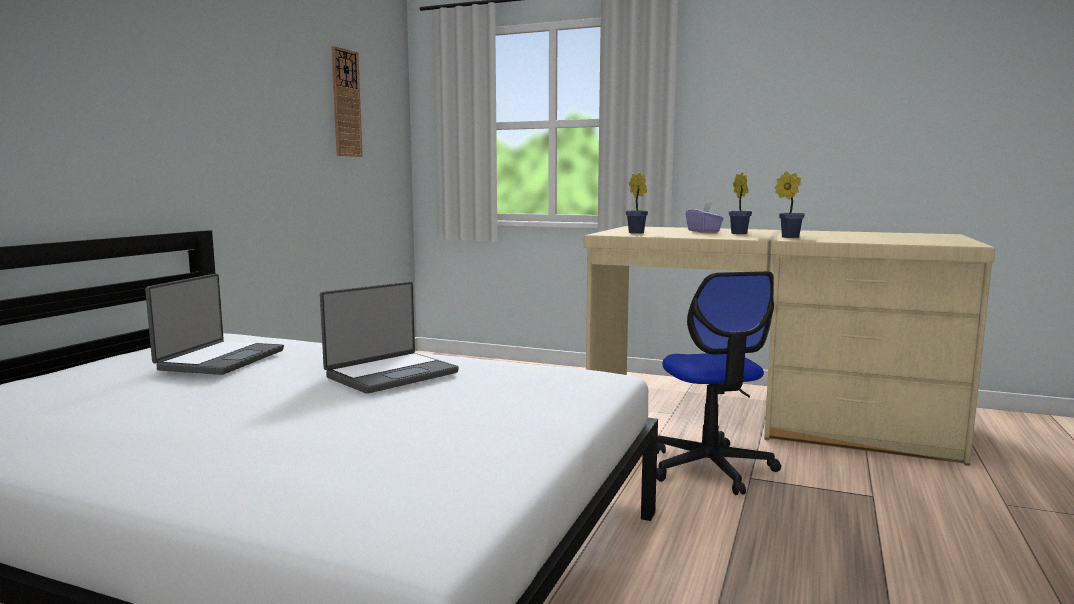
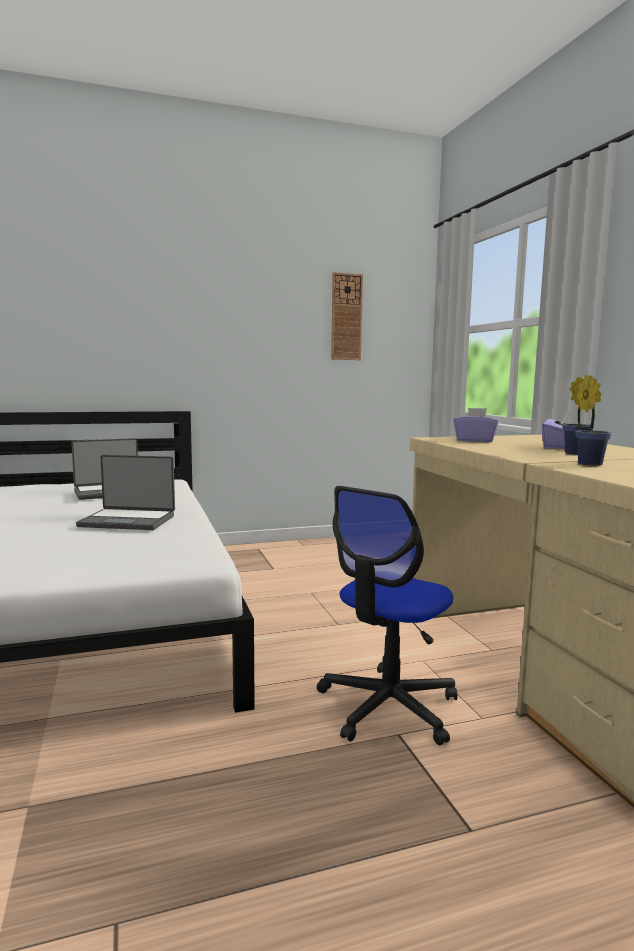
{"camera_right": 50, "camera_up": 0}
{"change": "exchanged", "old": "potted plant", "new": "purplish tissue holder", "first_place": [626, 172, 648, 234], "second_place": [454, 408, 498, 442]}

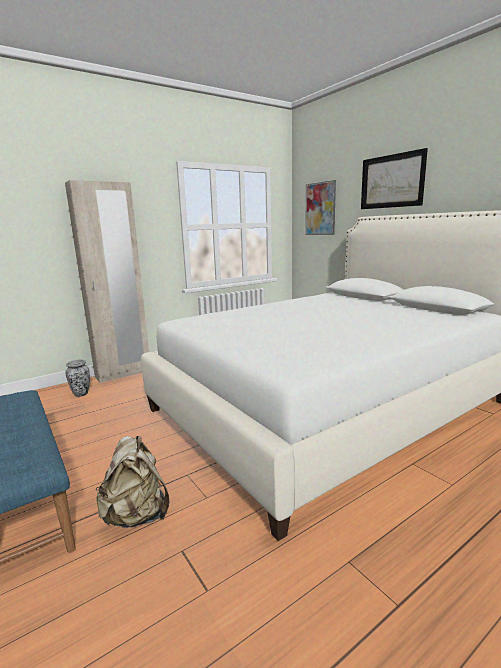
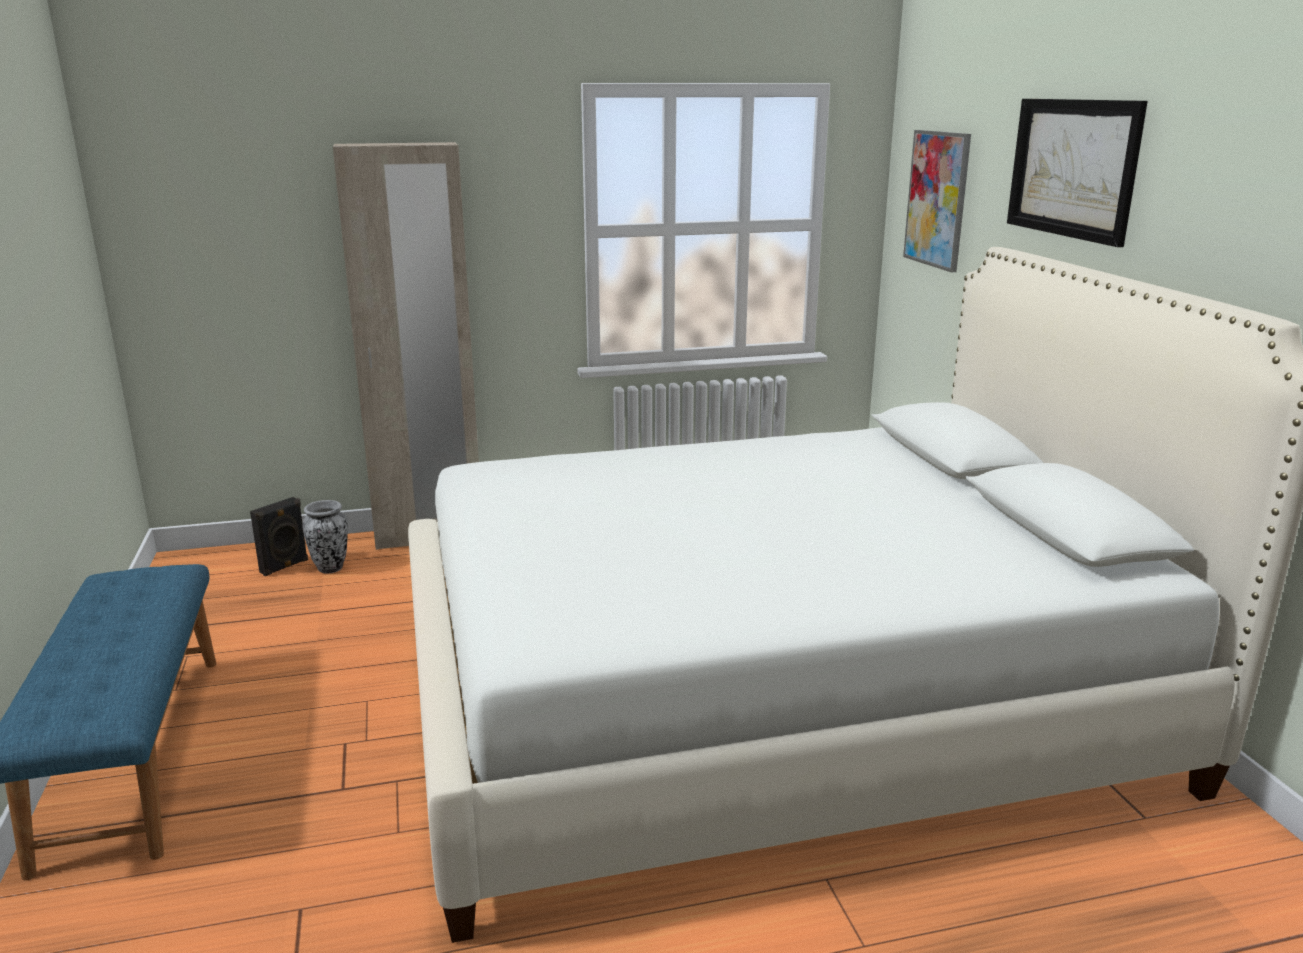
{"camera_right": 20, "camera_up": 5}
{"change": "missing", "old": "beige rucksack", "first_place": [96, 436, 169, 528]}
{"change": "appeared", "new": "black-coloured speaker", "second_place": [250, 497, 308, 576]}

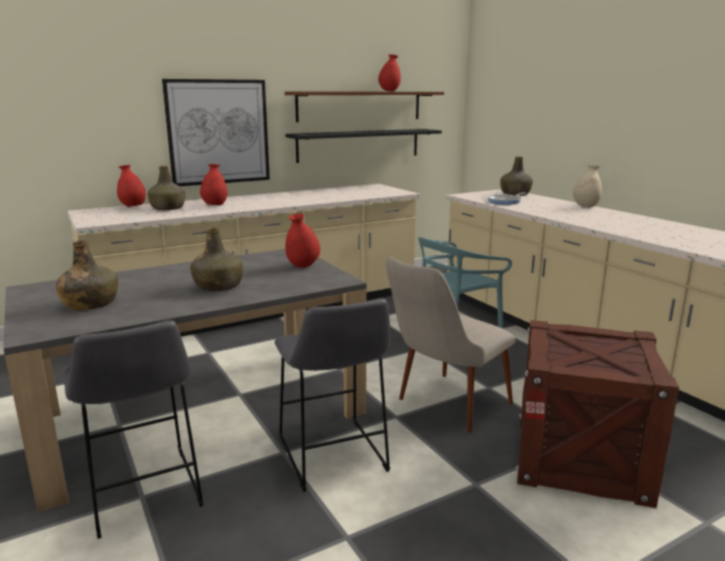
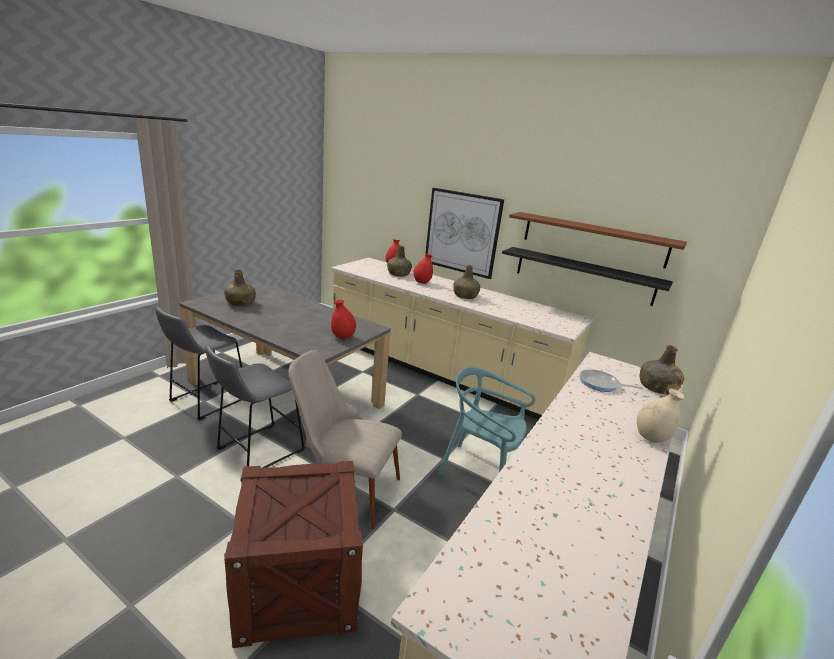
{"camera_right": 60, "camera_up": 5}
{"change": "missing", "old": "reddish flower vase", "first_place": [378, 54, 401, 91]}
{"change": "relocated", "old": "green bottle", "first_place": [190, 227, 243, 291], "second_place": [453, 265, 480, 299]}

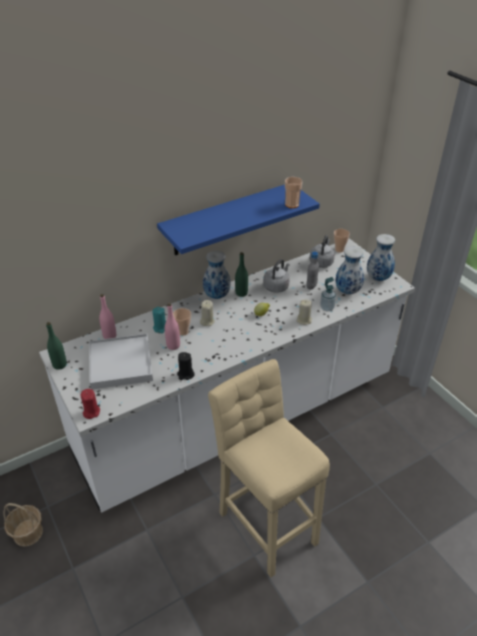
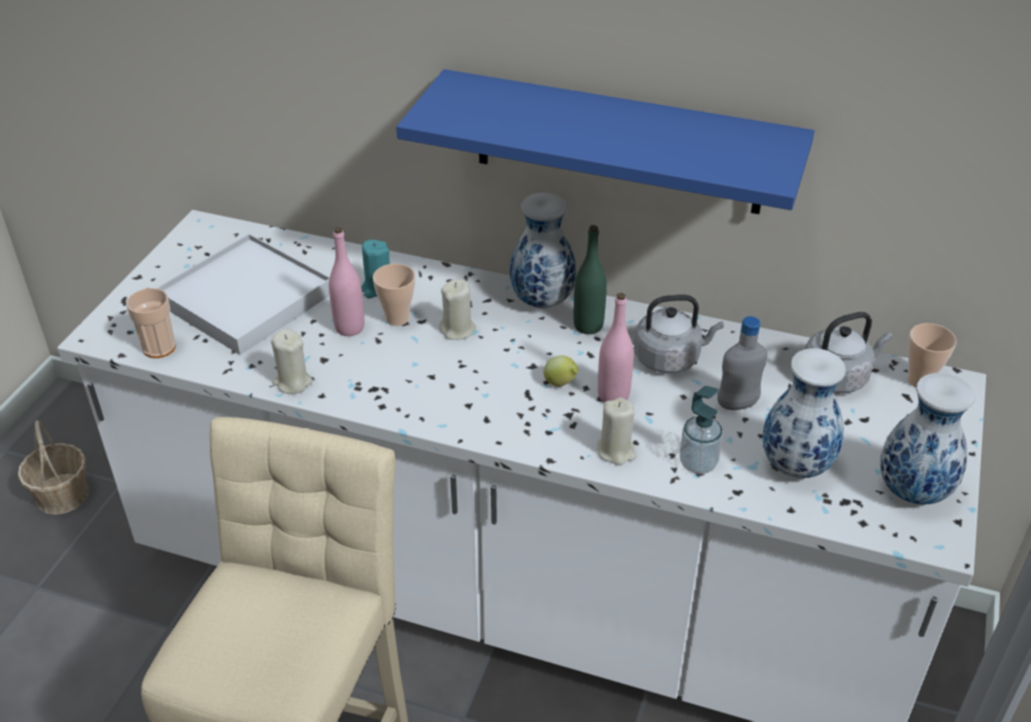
{"camera_right": 50, "camera_up": 0}
{"change": "missing", "old": "green bottle", "first_place": [46, 322, 67, 370]}
{"change": "missing", "old": "reddish wax candle", "first_place": [81, 389, 100, 419]}
{"change": "relocated", "old": "pink-coloured bottle", "first_place": [99, 294, 116, 339], "second_place": [598, 293, 634, 403]}
{"change": "relocated", "old": "small cup", "first_place": [285, 177, 302, 208], "second_place": [126, 288, 176, 358]}
{"change": "colour", "old": "black-coloured wax candle", "new": "beige wax candle", "first_place": [177, 352, 195, 380], "second_place": [271, 329, 313, 394]}

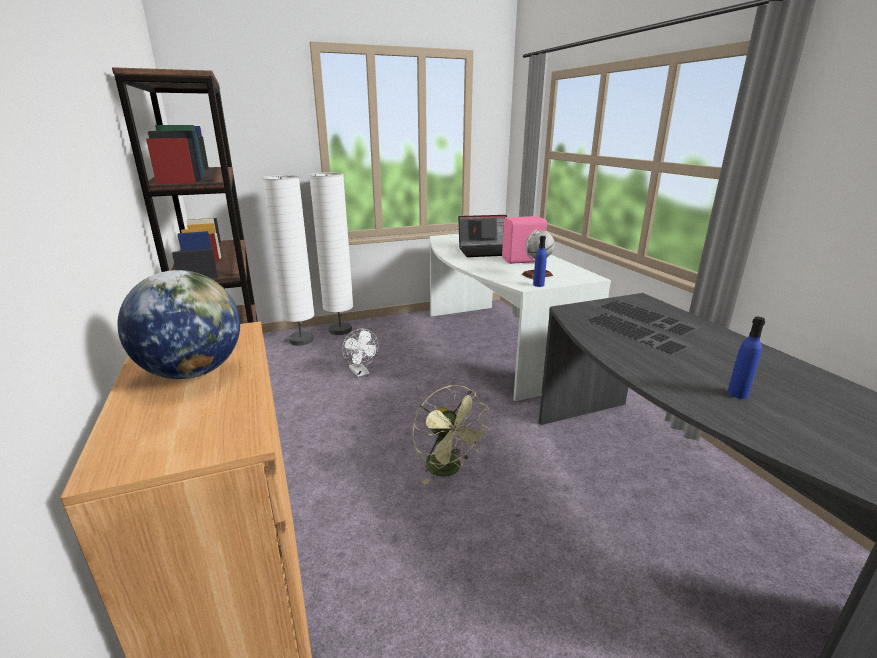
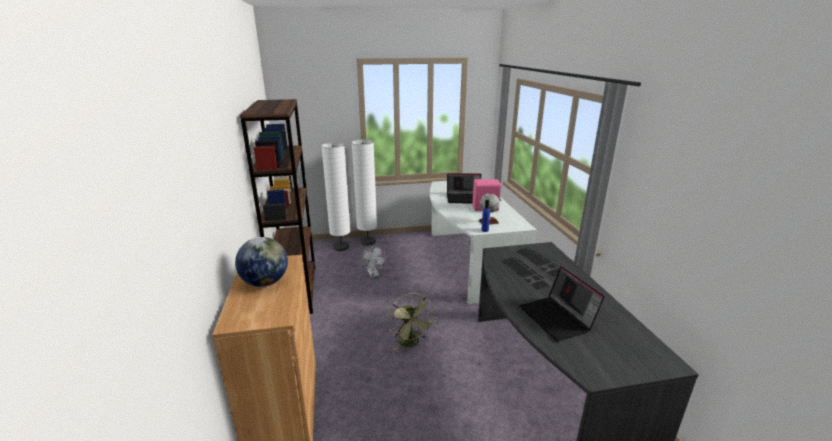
{"camera_right": 10, "camera_up": 0}
{"change": "exchanged", "old": "bluish bottle", "new": "portable computer", "first_place": [727, 317, 765, 399], "second_place": [519, 266, 605, 341]}

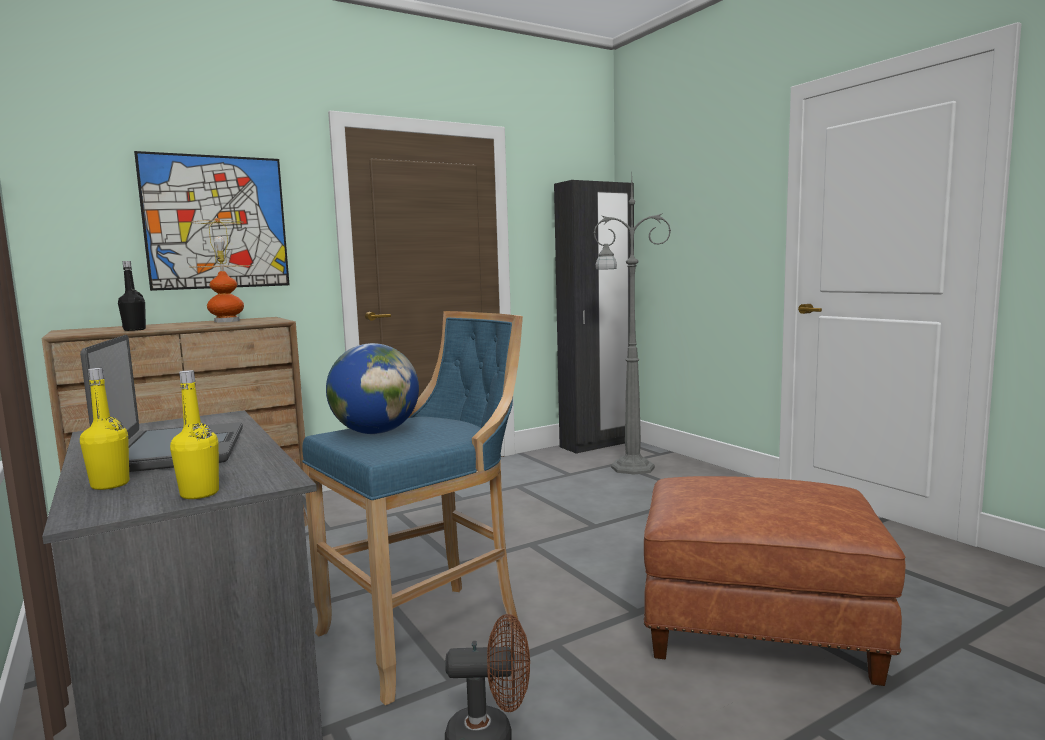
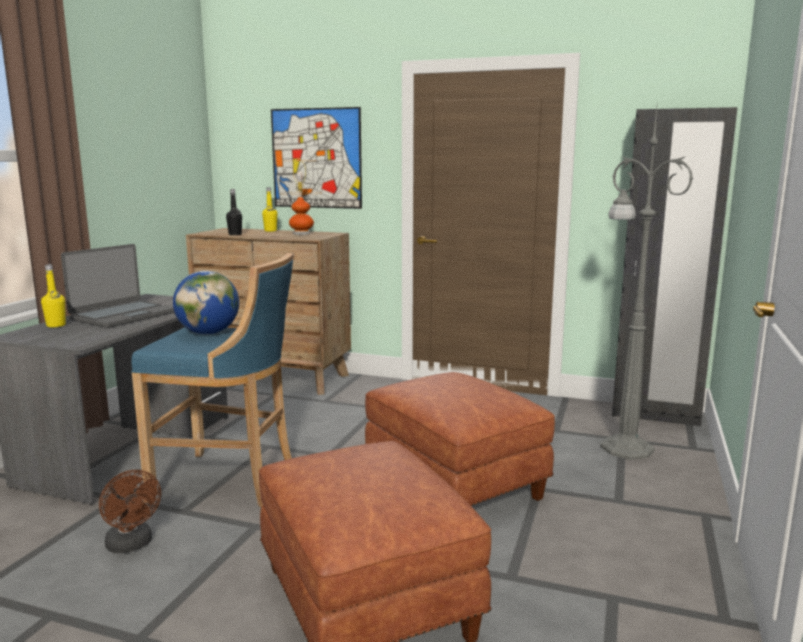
{"camera_right": 50, "camera_up": 5}
{"change": "appeared", "new": "brown-coloured ottoman", "second_place": [365, 372, 555, 506]}
{"change": "relocated", "old": "yellow bottle", "first_place": [170, 370, 219, 499], "second_place": [262, 187, 277, 232]}

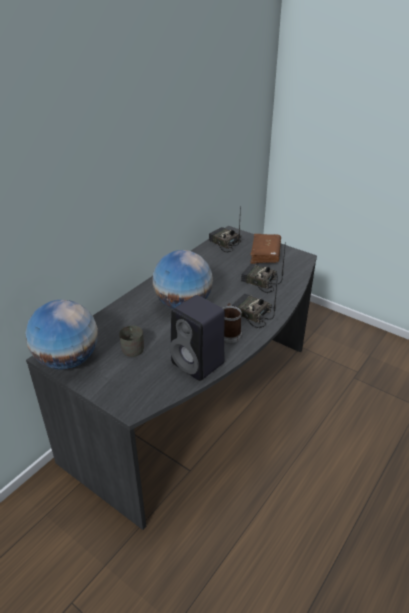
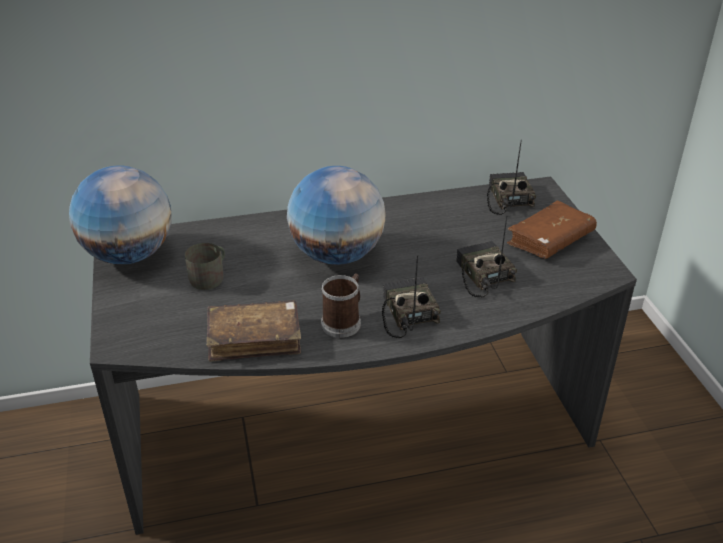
{"camera_right": 40, "camera_up": 0}
{"change": "exchanged", "old": "black-coloured speaker", "new": "brown-coloured bound book", "first_place": [170, 295, 225, 381], "second_place": [207, 300, 301, 362]}

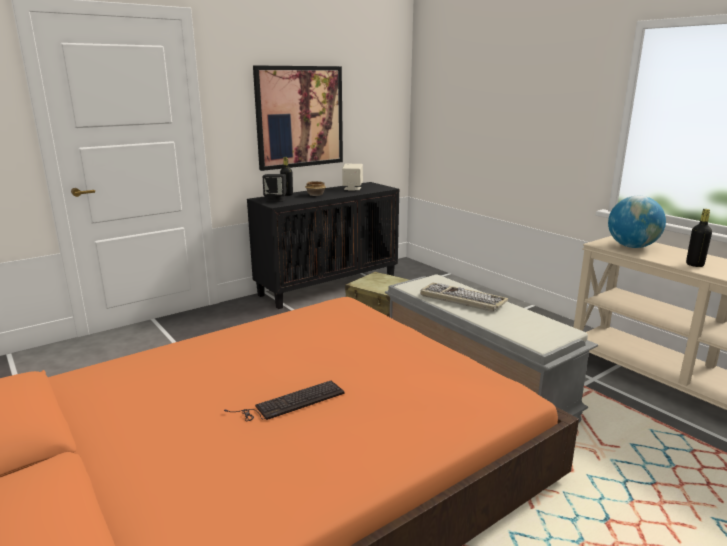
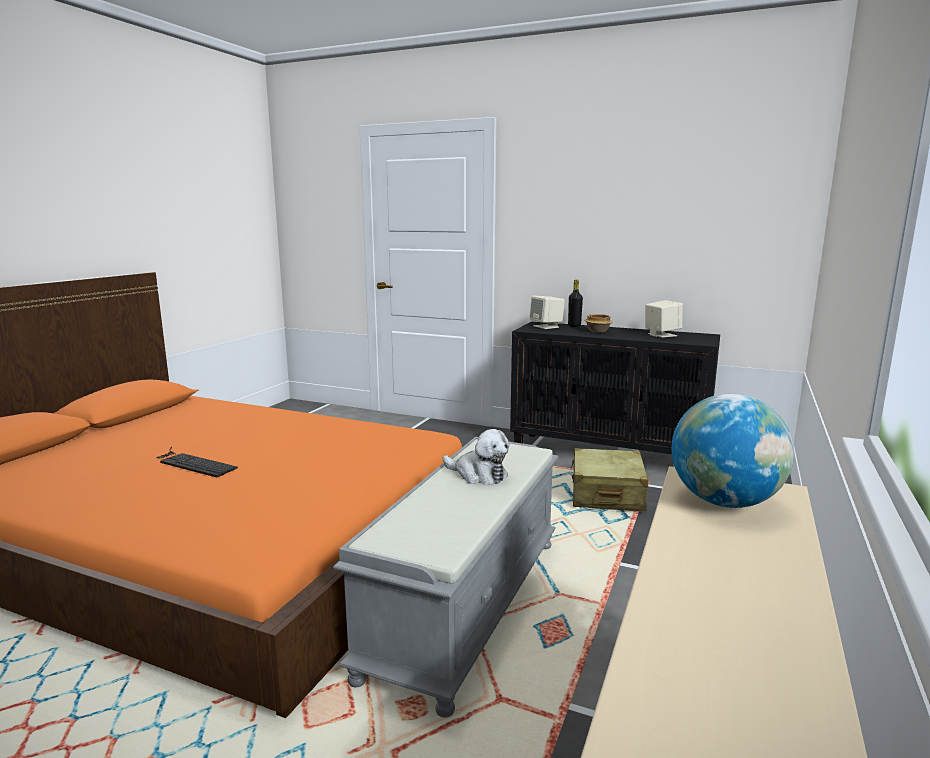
{"camera_right": 60, "camera_up": -5}
{"change": "missing", "old": "picture", "first_place": [253, 65, 343, 171]}
{"change": "missing", "old": "black-coloured bottle", "first_place": [686, 209, 712, 267]}
{"change": "exchanged", "old": "computer keyboard", "new": "soft toy", "first_place": [420, 283, 508, 312], "second_place": [443, 429, 509, 485]}
{"change": "colour", "old": "black-coloured speaker", "new": "beige speaker", "first_place": [263, 174, 287, 202], "second_place": [529, 296, 565, 329]}

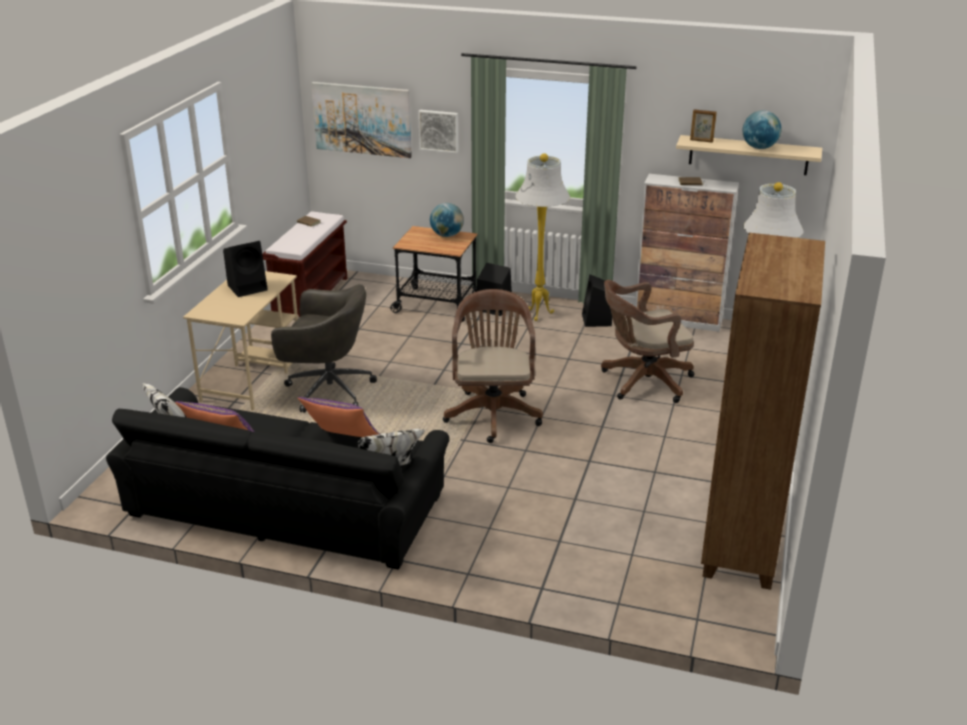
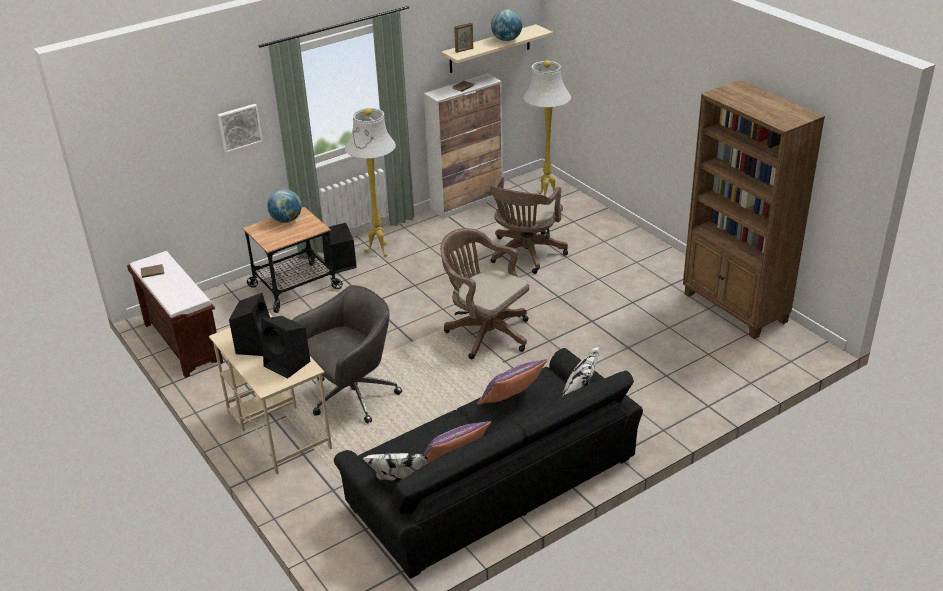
{"camera_right": -50, "camera_up": 5}
{"change": "missing", "old": "picture", "first_place": [311, 82, 412, 158]}
{"change": "relocated", "old": "black-coloured speaker", "first_place": [582, 274, 612, 327], "second_place": [261, 316, 311, 378]}

